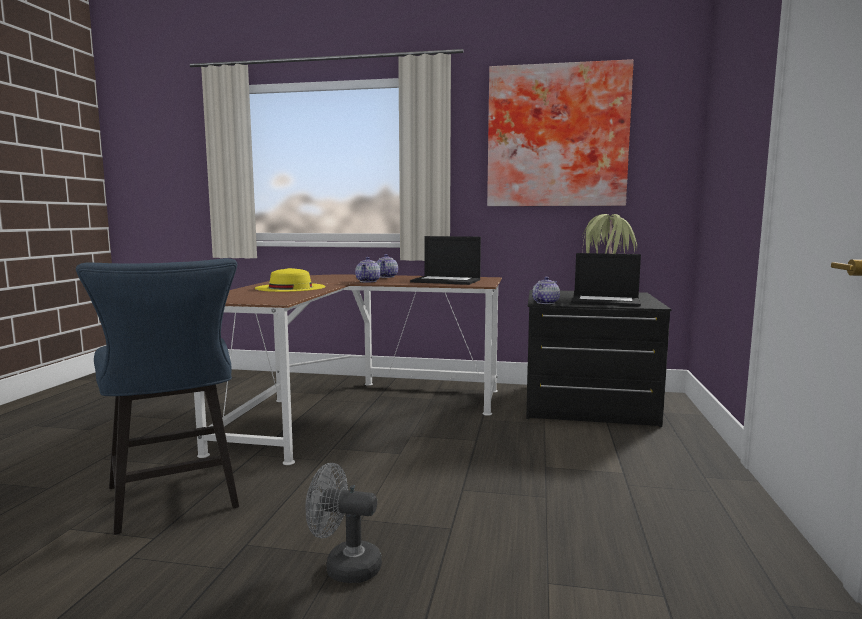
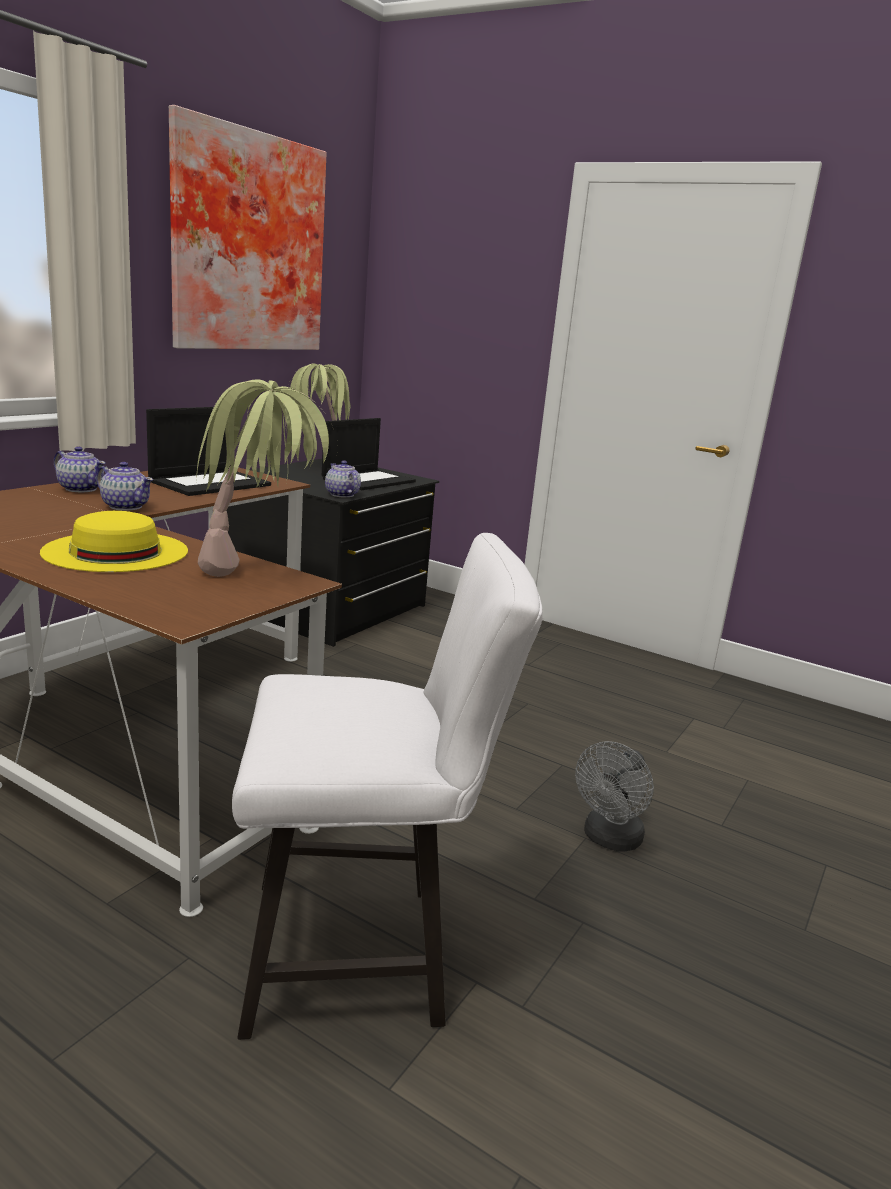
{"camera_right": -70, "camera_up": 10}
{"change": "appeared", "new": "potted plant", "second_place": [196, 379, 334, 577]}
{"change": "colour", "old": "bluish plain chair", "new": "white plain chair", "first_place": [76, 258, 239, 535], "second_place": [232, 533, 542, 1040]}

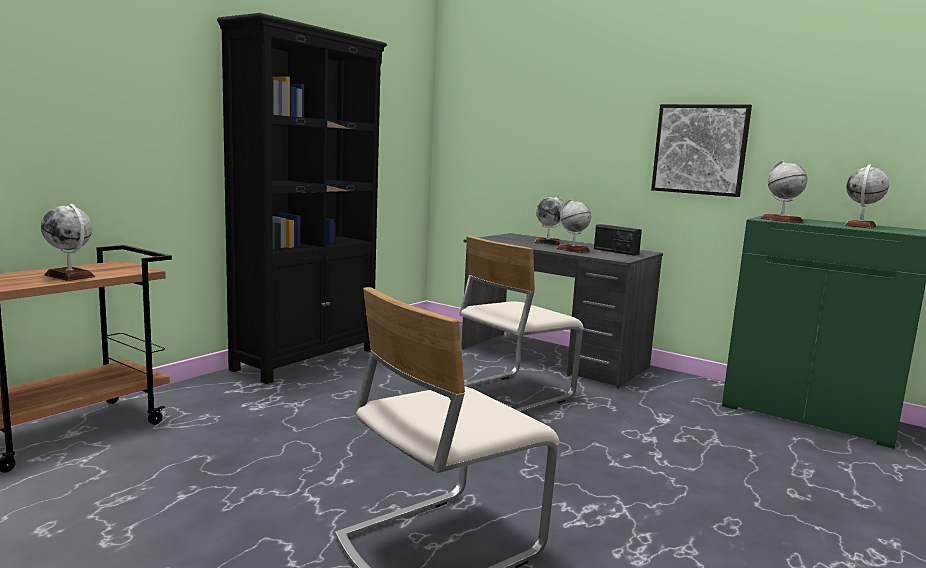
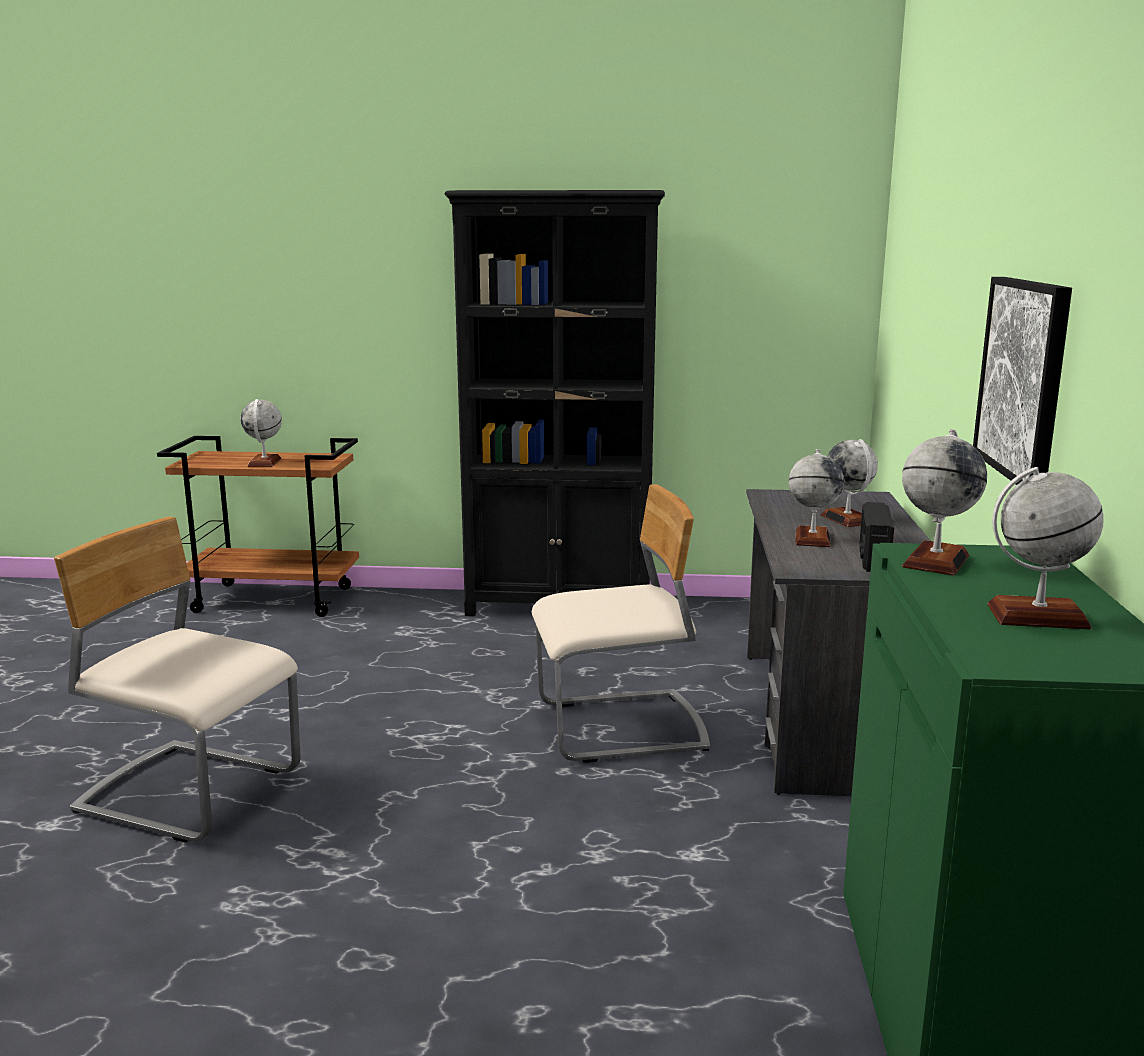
{"camera_right": 60, "camera_up": 5}
{"change": "spun", "old": "beige plain chair", "first_place": [459, 236, 584, 413], "second_place": [532, 484, 710, 763], "degrees": 150}

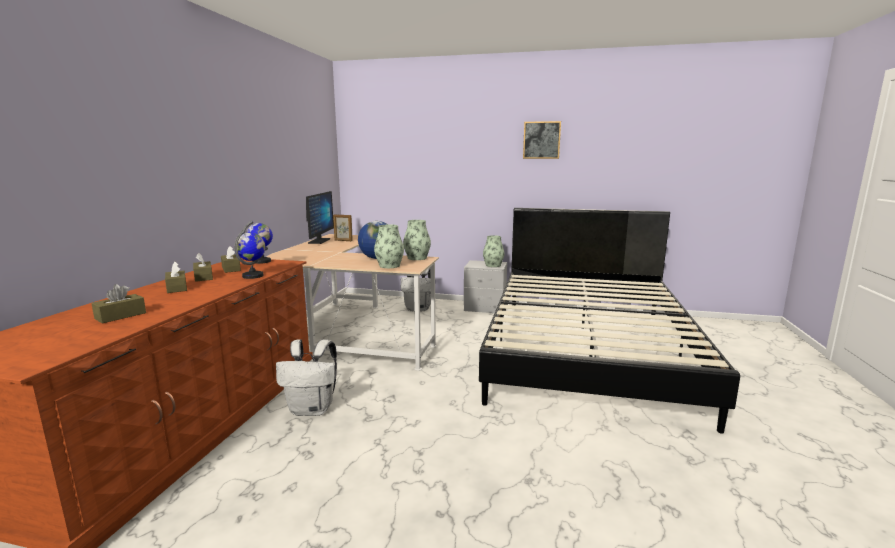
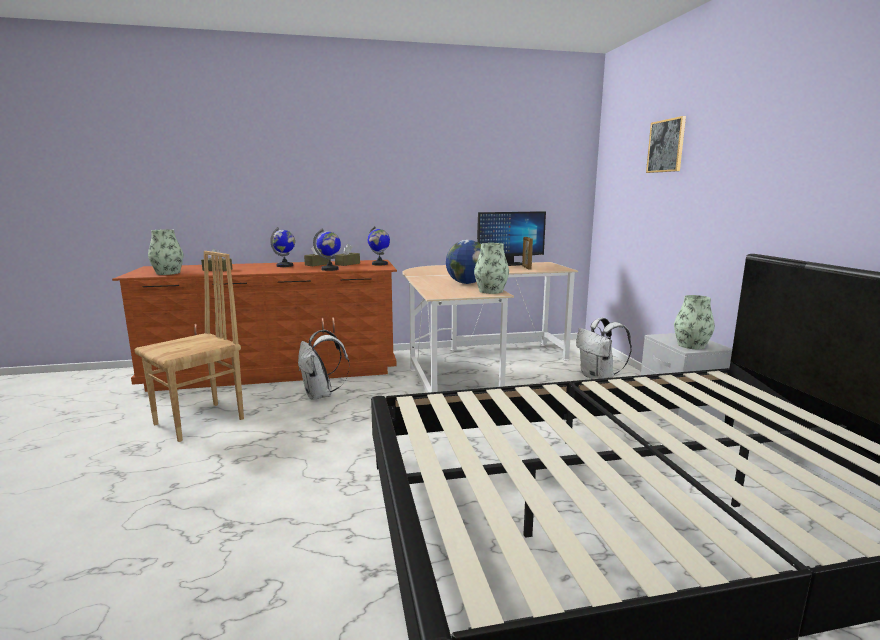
{"camera_right": 65, "camera_up": 0}
{"change": "appeared", "new": "brown-coloured plain chair", "second_place": [135, 251, 244, 442]}
{"change": "relocated", "old": "flower vase", "first_place": [374, 224, 404, 268], "second_place": [148, 229, 184, 275]}
{"change": "relocated", "old": "picture", "first_place": [523, 121, 561, 159], "second_place": [646, 116, 686, 173]}
{"change": "exchanged", "old": "brown-coloured tissue holder", "new": "globe", "first_place": [165, 261, 187, 293], "second_place": [270, 227, 295, 267]}

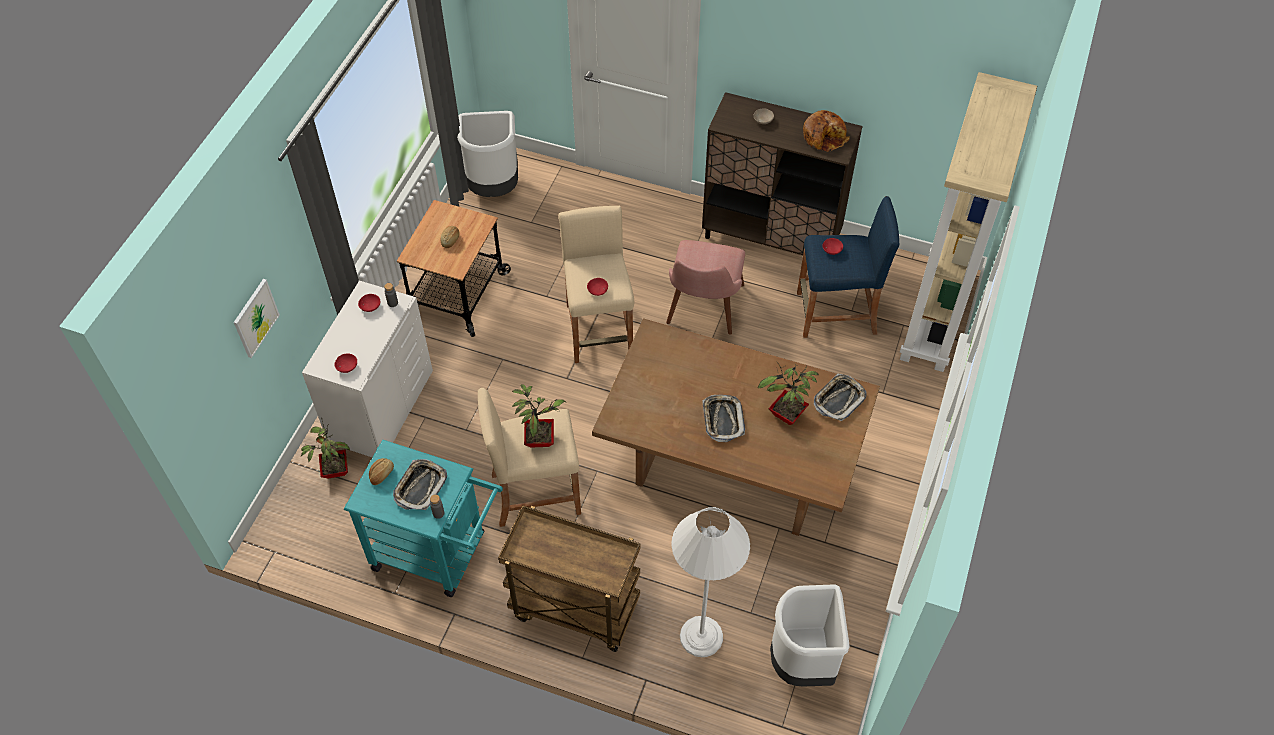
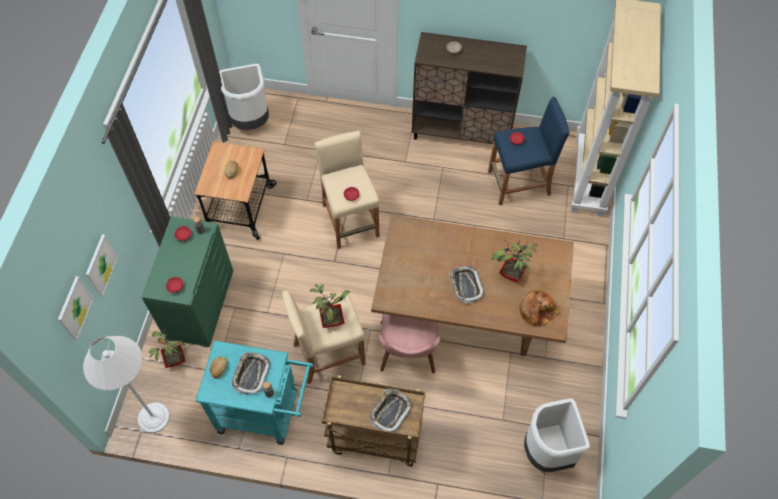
{"camera_right": -10, "camera_up": 5}
{"change": "appeared", "new": "picture", "second_place": [58, 276, 94, 340]}
{"change": "relocated", "old": "pink-coloured plain chair", "first_place": [666, 240, 745, 335], "second_place": [379, 314, 441, 373]}
{"change": "relocated", "old": "white floor lamp", "first_place": [671, 507, 750, 657], "second_place": [83, 336, 170, 433]}
{"change": "relocated", "old": "bread", "first_place": [803, 110, 850, 152], "second_place": [519, 290, 559, 326]}
{"change": "relocated", "old": "serving tray", "first_place": [814, 374, 866, 422], "second_place": [370, 389, 412, 432]}
{"change": "colour", "old": "white chest of drawers", "new": "green chest of drawers", "first_place": [302, 281, 433, 457], "second_place": [142, 216, 233, 348]}

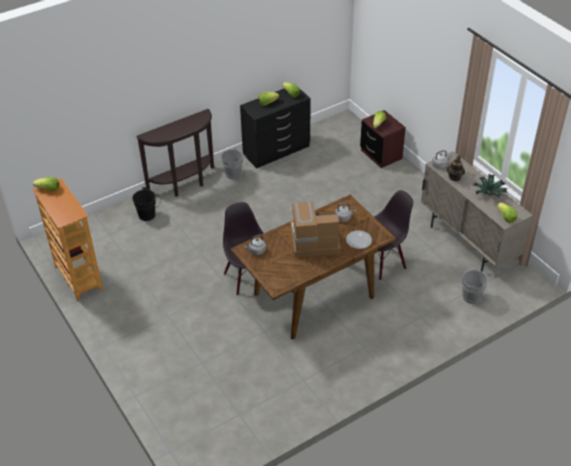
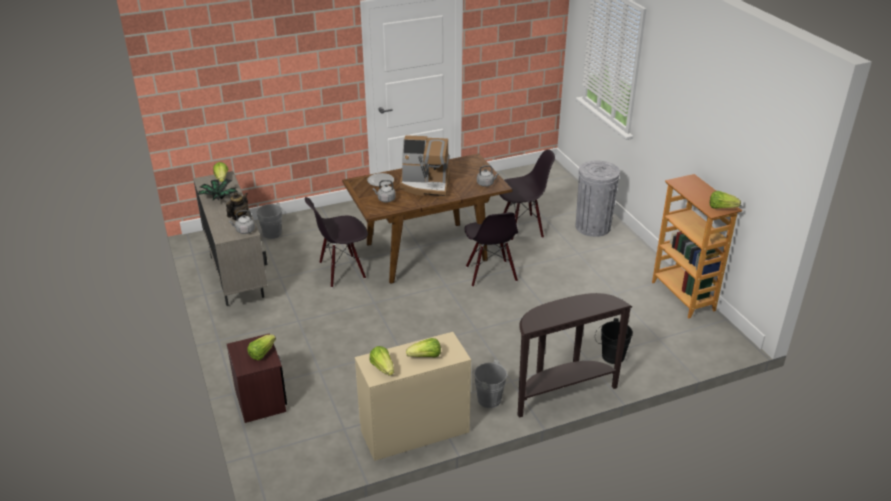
{"camera_right": -170, "camera_up": -10}
{"change": "appeared", "new": "black-coloured plain chair", "second_place": [500, 149, 555, 240]}
{"change": "appeared", "new": "gray waste bin", "second_place": [576, 160, 620, 237]}
{"change": "colour", "old": "black-coloured chest of drawers", "new": "beige chest of drawers", "first_place": [240, 84, 311, 168], "second_place": [355, 332, 471, 461]}

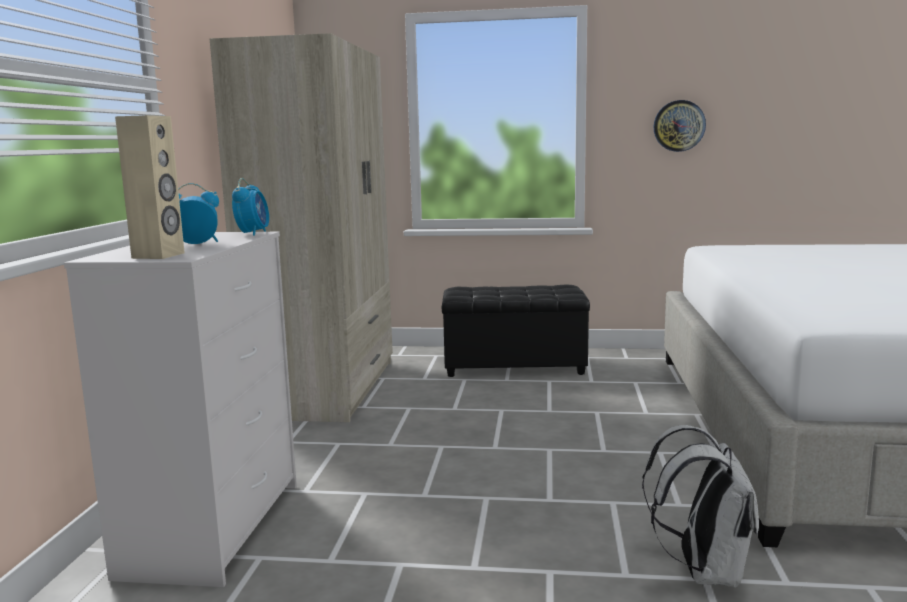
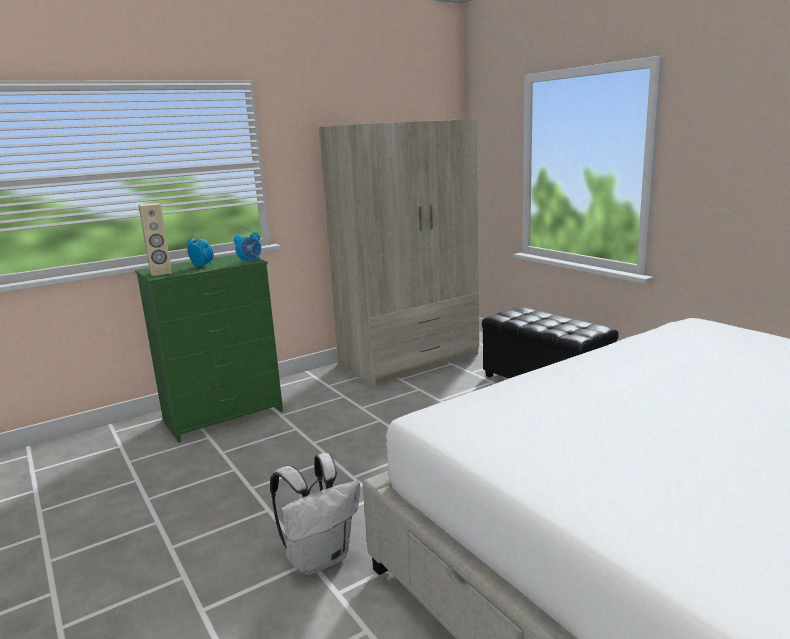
{"camera_right": 50, "camera_up": 5}
{"change": "missing", "old": "clock on the wall", "first_place": [654, 100, 706, 152]}
{"change": "colour", "old": "white chest of drawers", "new": "green chest of drawers", "first_place": [64, 232, 297, 587], "second_place": [135, 255, 283, 443]}

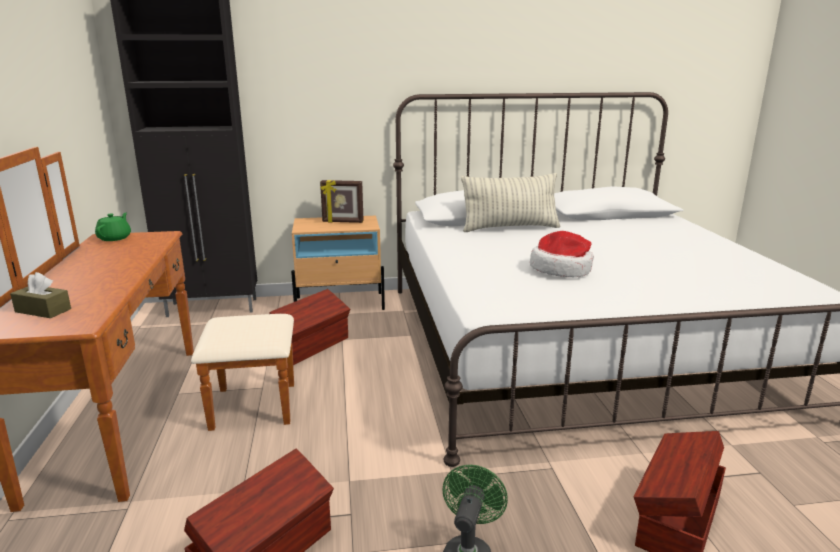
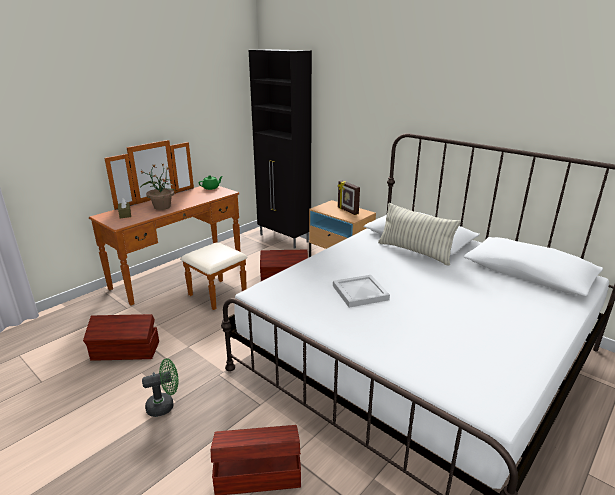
{"camera_right": 50, "camera_up": 5}
{"change": "appeared", "new": "potted plant", "second_place": [140, 163, 175, 210]}
{"change": "exchanged", "old": "hat", "new": "white serving tray", "first_place": [530, 231, 594, 277], "second_place": [333, 275, 390, 308]}

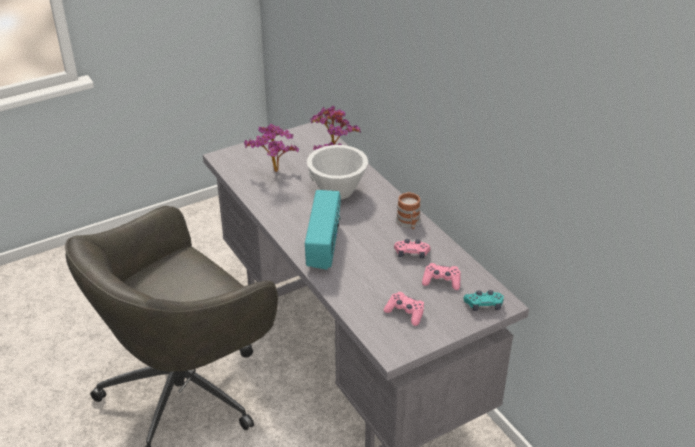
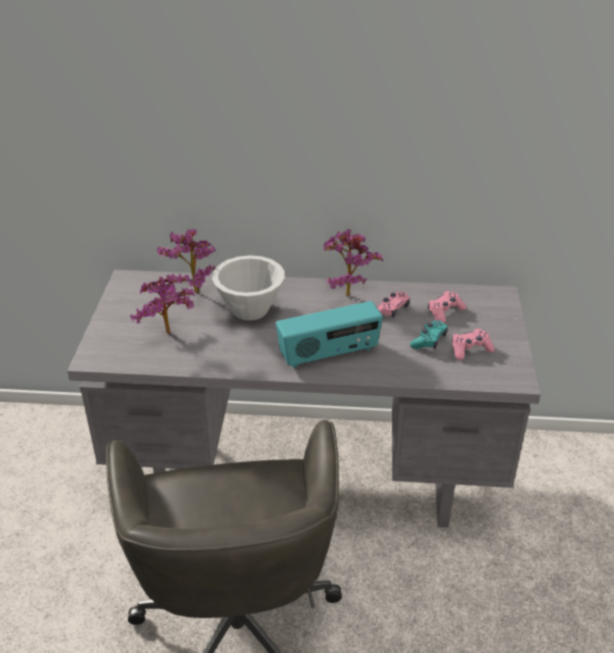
{"camera_right": -55, "camera_up": 0}
{"change": "relocated", "old": "turquoise-coloured joypad", "first_place": [464, 290, 504, 311], "second_place": [410, 321, 448, 349]}
{"change": "exchanged", "old": "tea mug", "new": "potted plant", "first_place": [396, 192, 421, 229], "second_place": [323, 229, 383, 297]}
{"change": "spun", "old": "radio receiver", "first_place": [305, 190, 341, 270], "second_place": [276, 301, 383, 368], "degrees": 120}

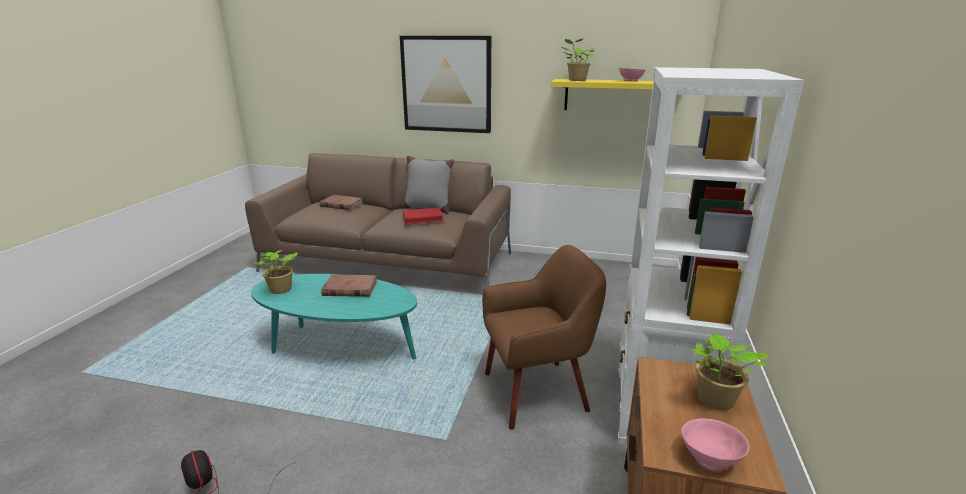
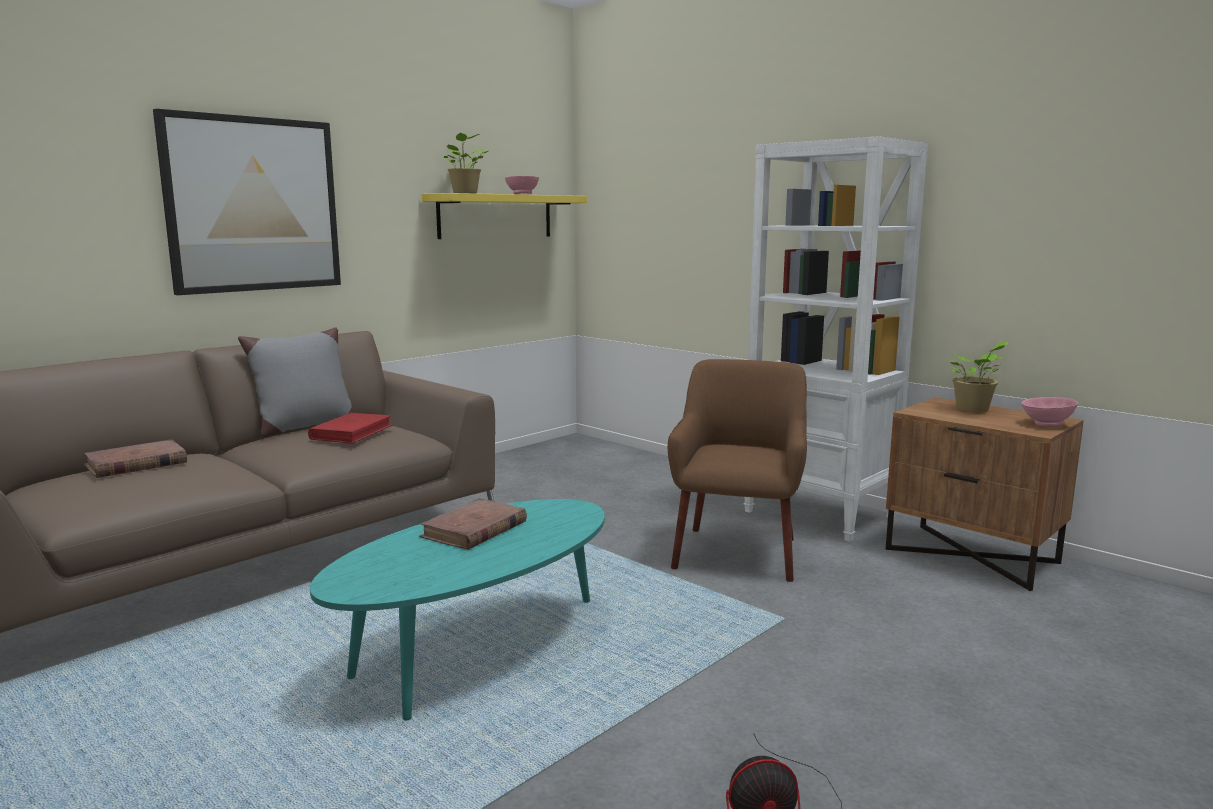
{"camera_right": -60, "camera_up": -10}
{"change": "missing", "old": "potted plant", "first_place": [255, 250, 298, 294]}

